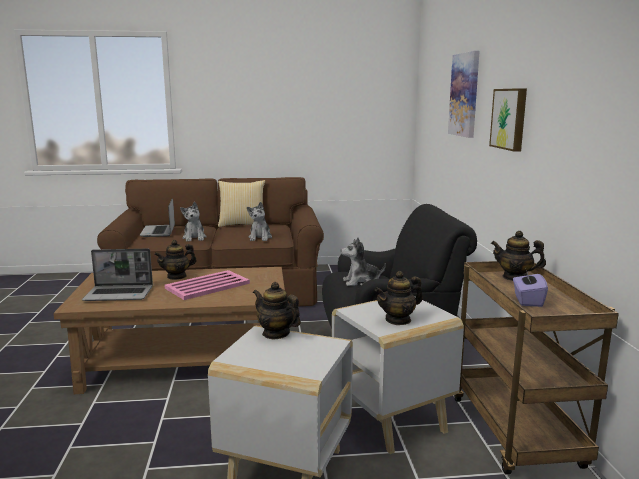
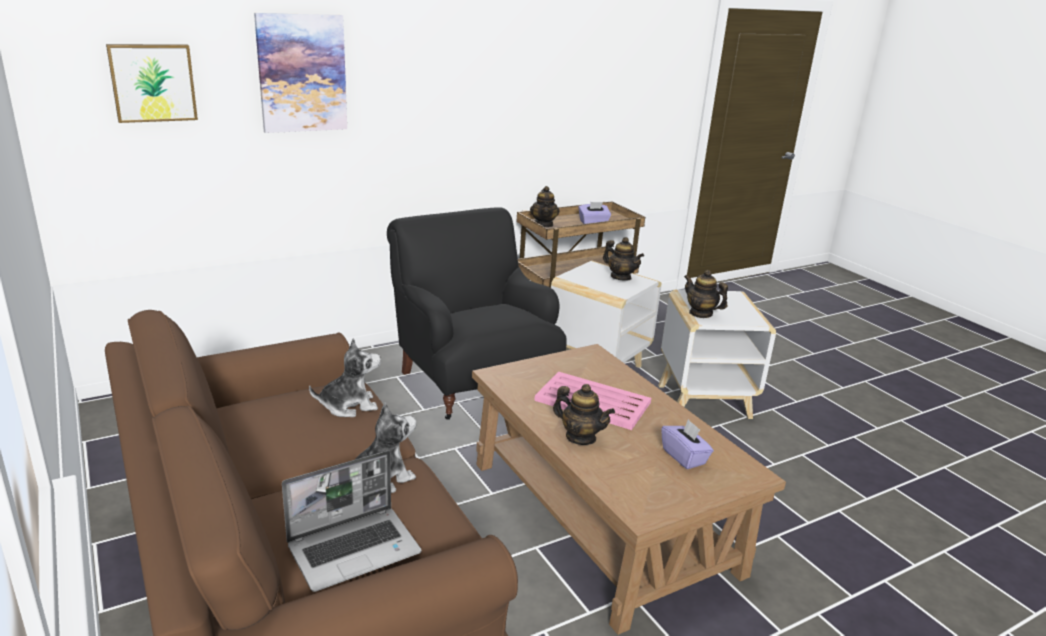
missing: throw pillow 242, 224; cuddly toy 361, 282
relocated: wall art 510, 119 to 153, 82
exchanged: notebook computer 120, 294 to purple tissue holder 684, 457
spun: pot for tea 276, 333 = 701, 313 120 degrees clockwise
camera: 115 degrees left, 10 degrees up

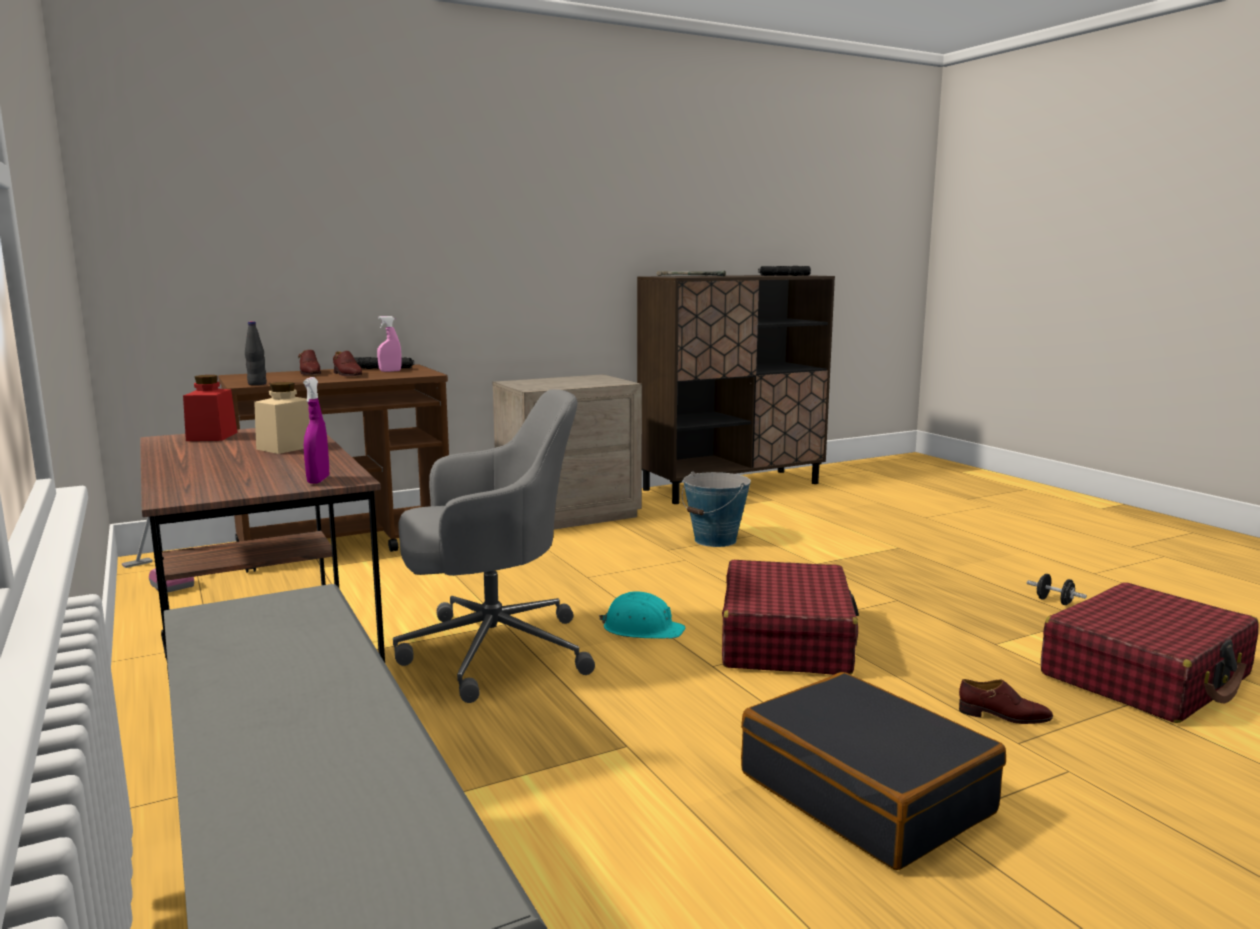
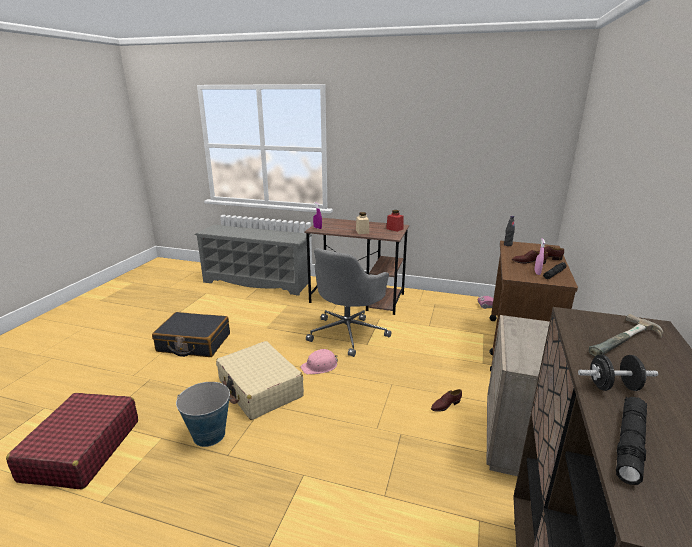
relocated: pail 715, 540 to 209, 435; brownish item of footwear 1004, 716 to 445, 405; blackish free weight 1054, 601 to 613, 387
colour: turquoise hard hat 642, 629 to pinkish hard hat 320, 366; reddish travel case 786, 640 to beige travel case 260, 389
camera: 135 degrees right, 10 degrees up

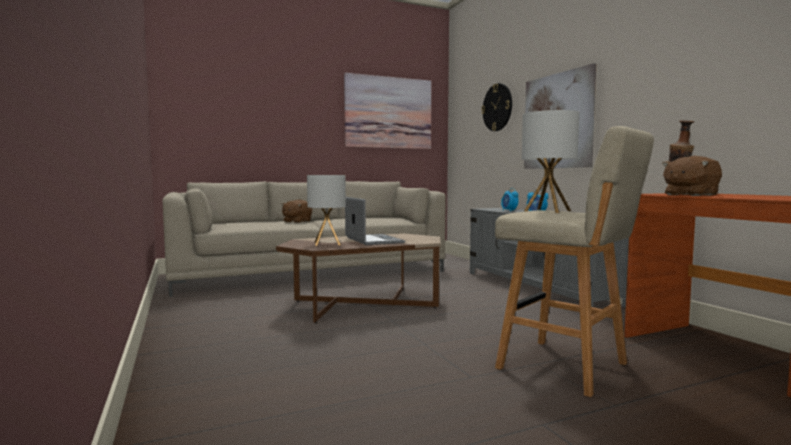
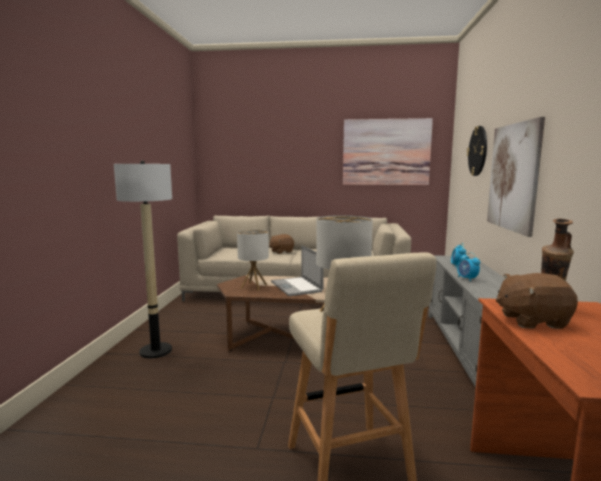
appeared: standing lamp 155, 351
spun: notebook computer 373, 240 = 296, 286 150 degrees clockwise
camera: 30 degrees right, 5 degrees up

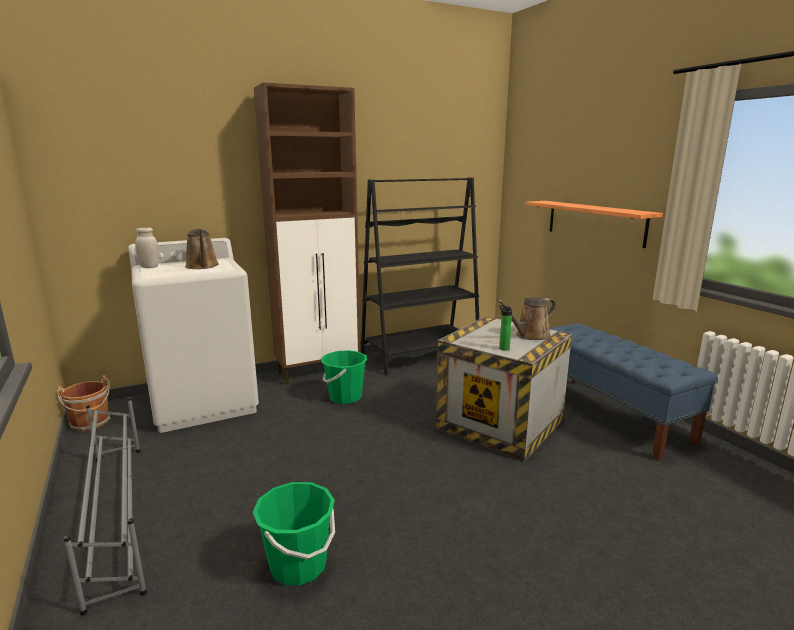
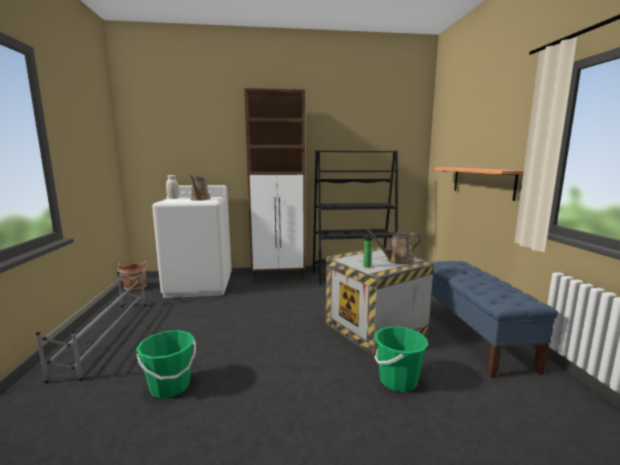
relocated: green-coloured pail 345, 397 to 398, 381
camera: 20 degrees right, 5 degrees down

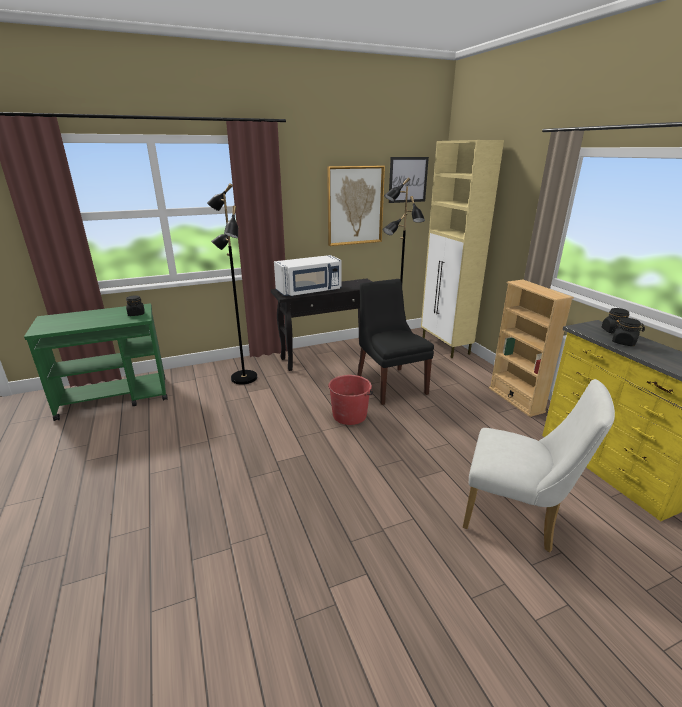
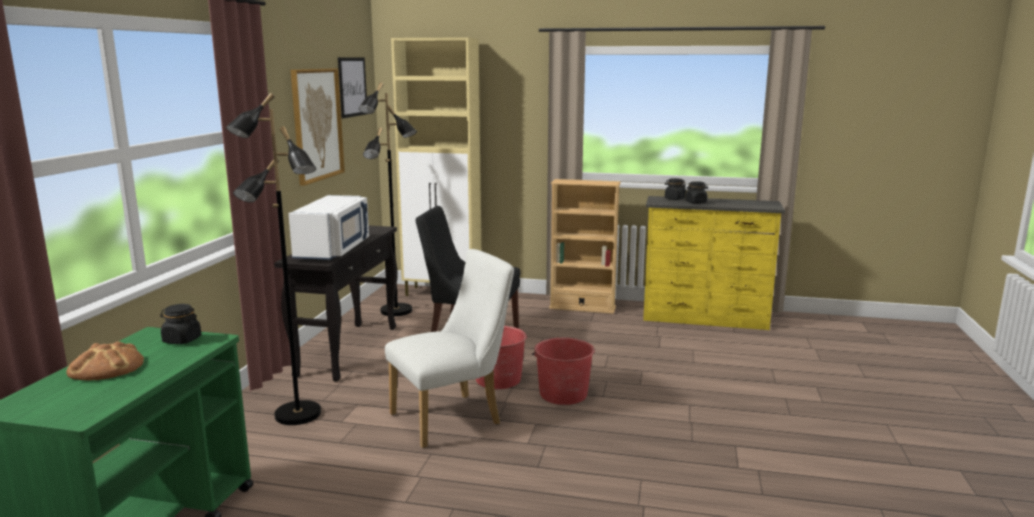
appeared: bakery bread 106, 367; reddish pail 563, 394
relocated: white-coloured upright chair 516, 517 to 453, 418
camera: 55 degrees left, 10 degrees down

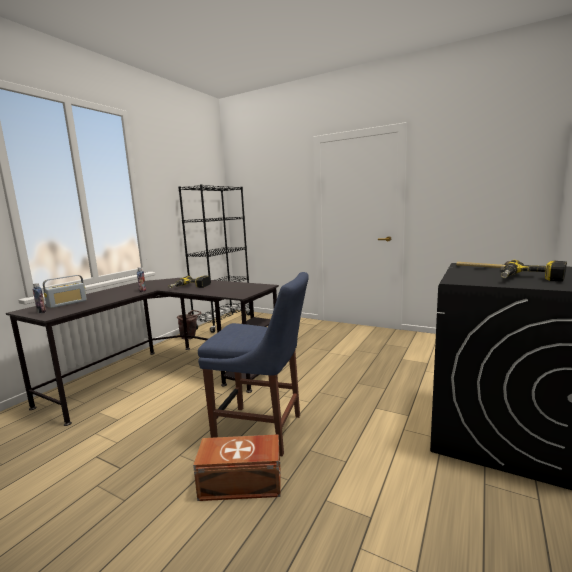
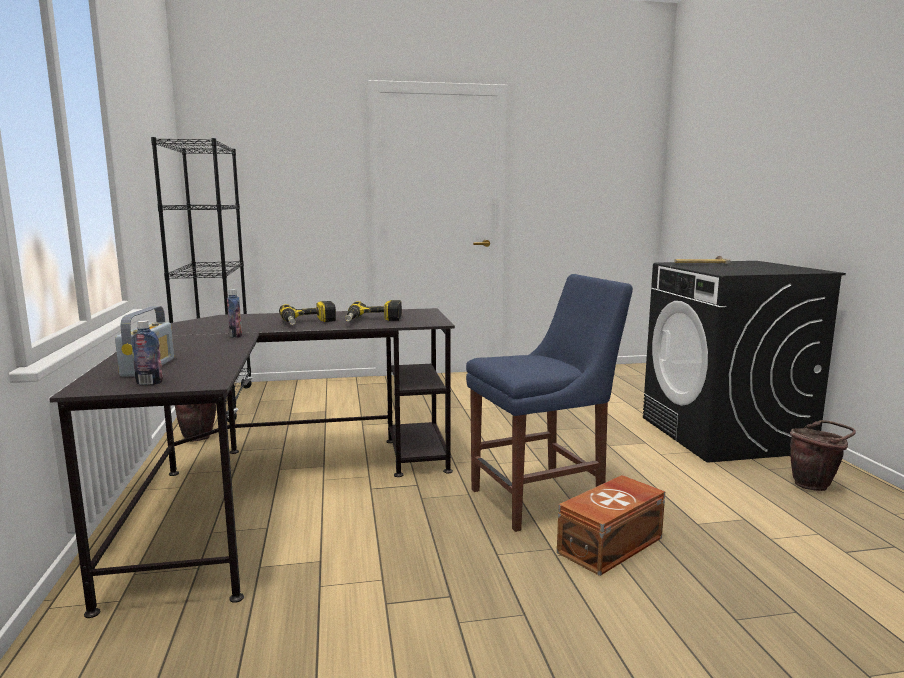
appeared: brownish pail 815, 485
relocated: electric drill 531, 279 to 373, 321
camera: 40 degrees left, 0 degrees up

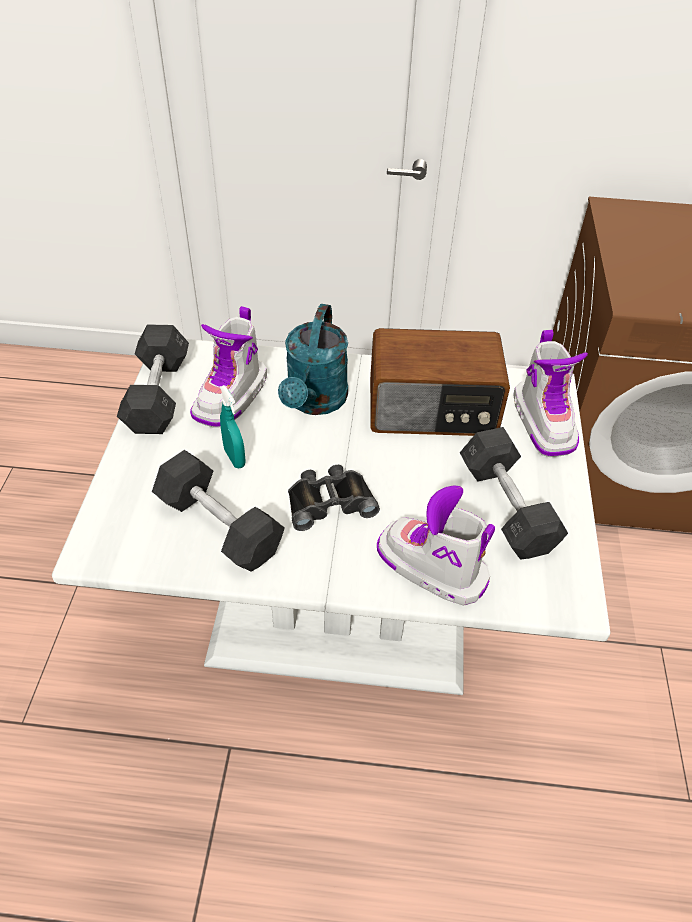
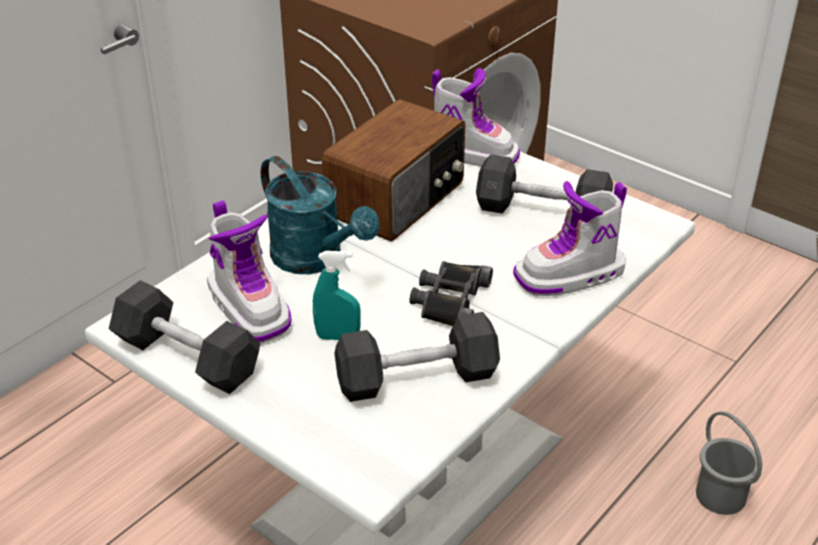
appeared: greyish pail 720, 496
camera: 55 degrees left, 10 degrees down

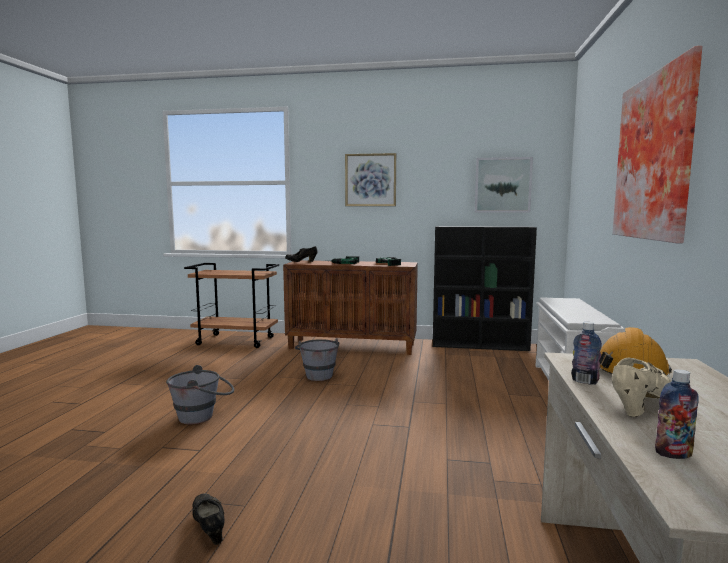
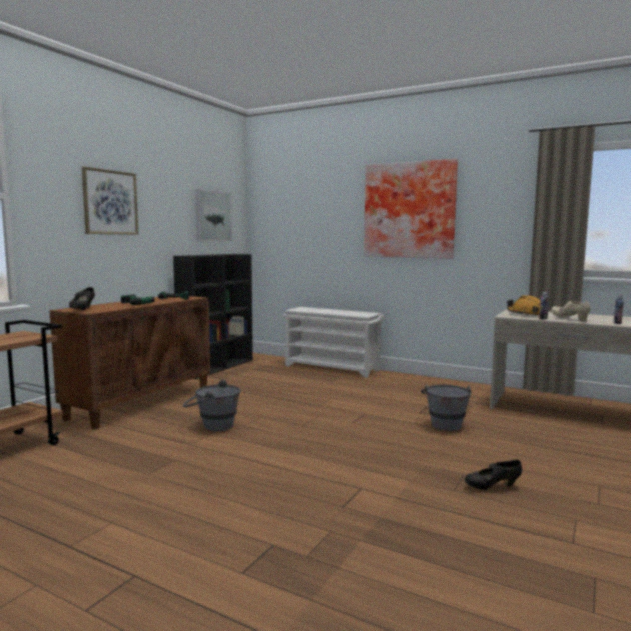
relocated: greyish pail 203, 416 to 445, 423
camera: 70 degrees left, 0 degrees up

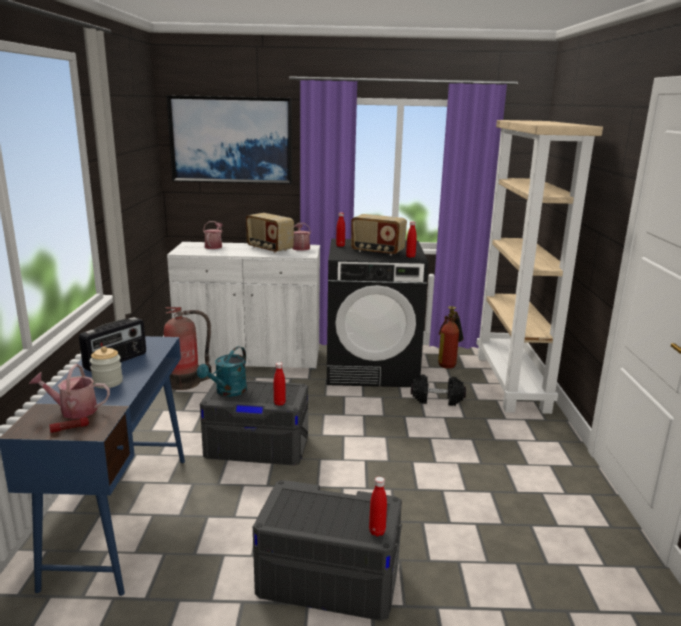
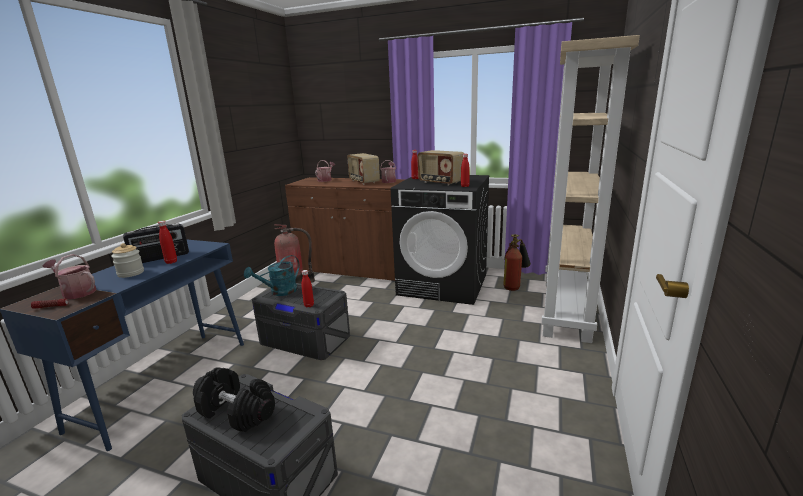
missing: wall art 231, 140
relocated: reddish drink bottle 377, 532 to 171, 262; blackish free weight 437, 399 to 237, 412
colour: white-coloured cabinet 250, 358 to brownish cabinet 353, 269
camera: 20 degrees right, 0 degrees up

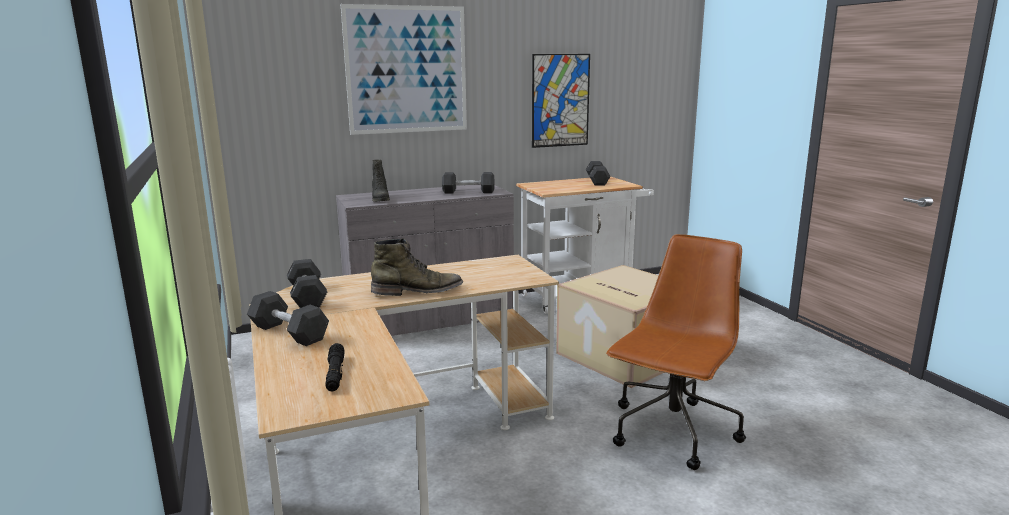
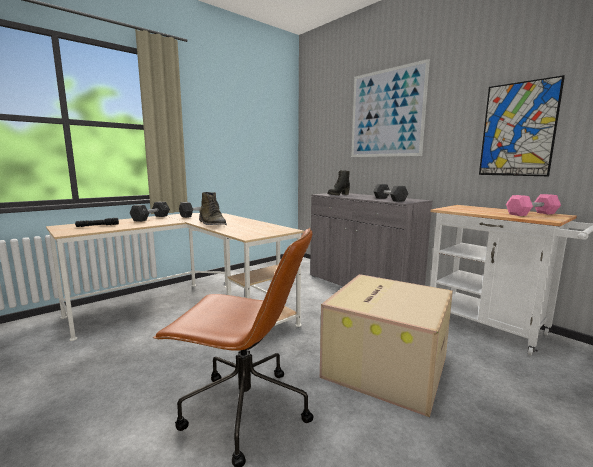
colour: blackish free weight 597, 181 to pinkish free weight 531, 214
camera: 70 degrees right, 5 degrees down

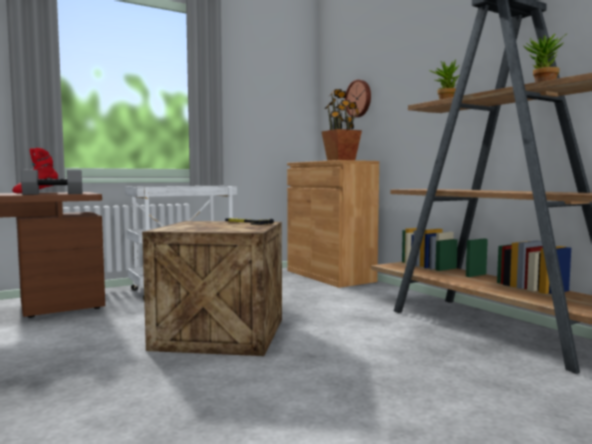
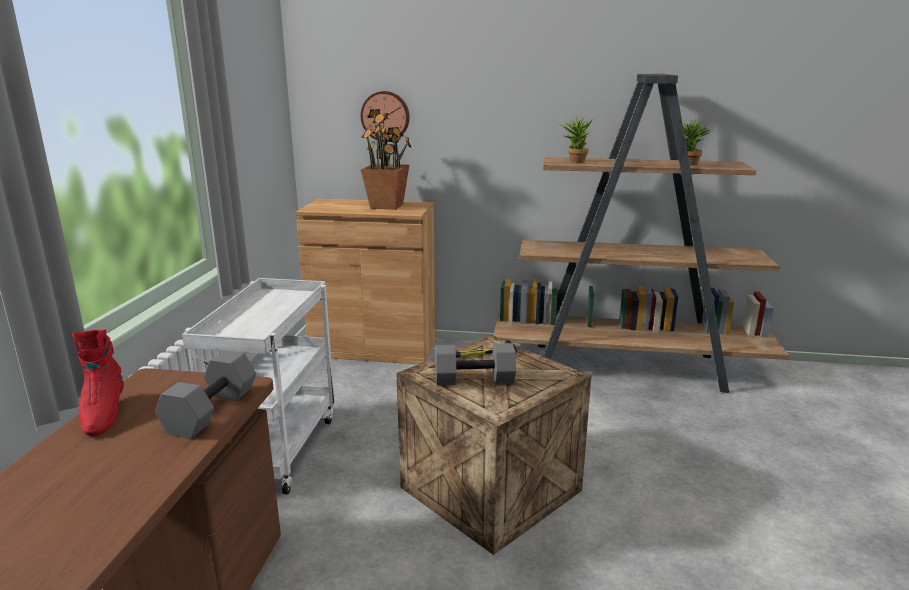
appeared: greyish free weight 475, 379
camera: 50 degrees left, 15 degrees up

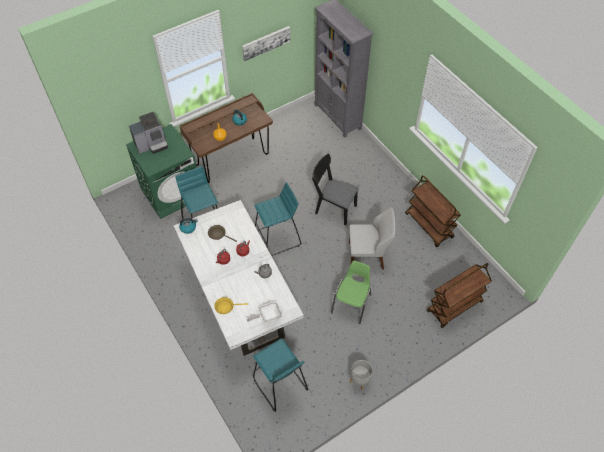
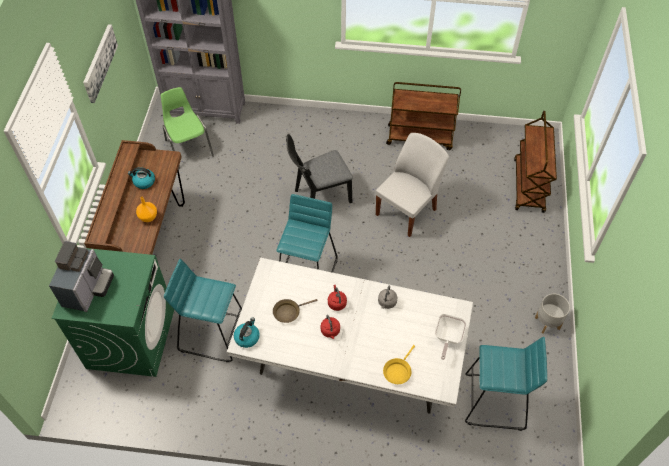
relocated: green-coloured upright chair 352, 303 to 188, 147
camera: 50 degrees left, 0 degrees up

